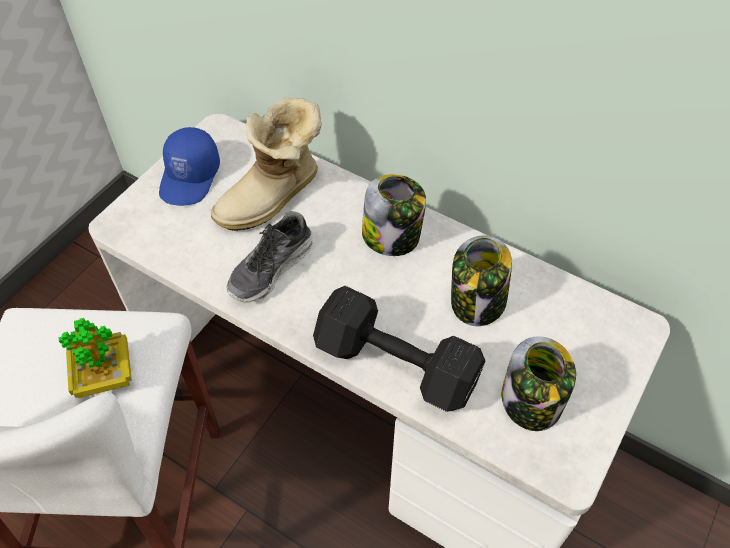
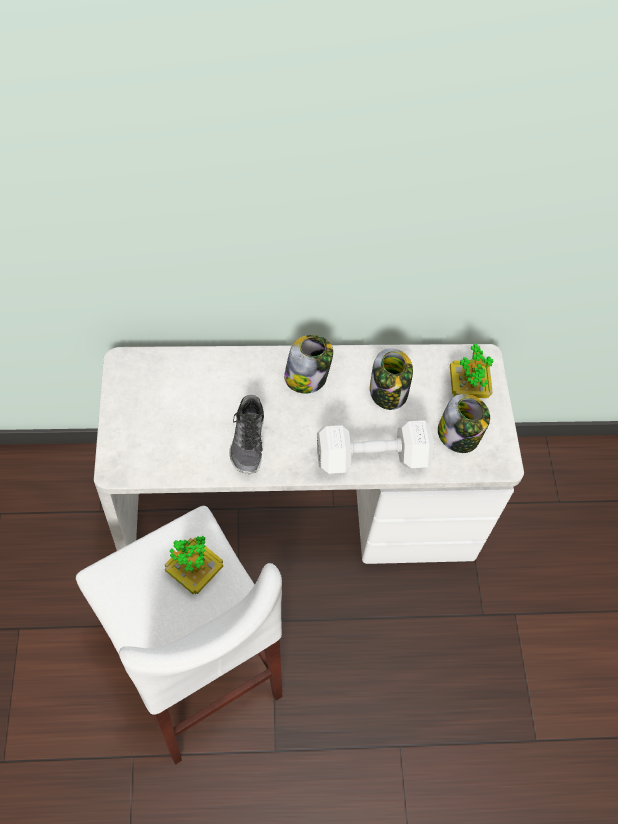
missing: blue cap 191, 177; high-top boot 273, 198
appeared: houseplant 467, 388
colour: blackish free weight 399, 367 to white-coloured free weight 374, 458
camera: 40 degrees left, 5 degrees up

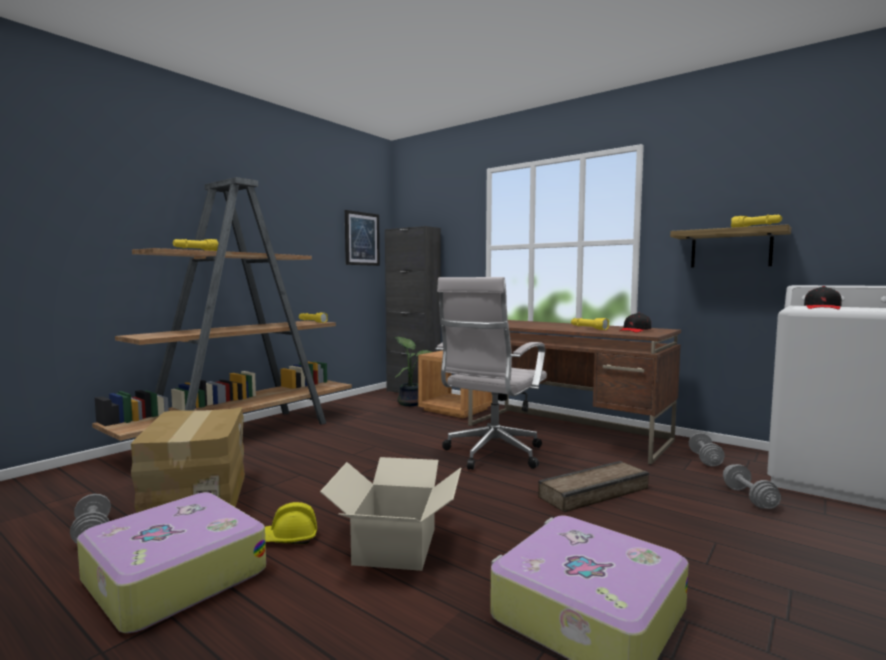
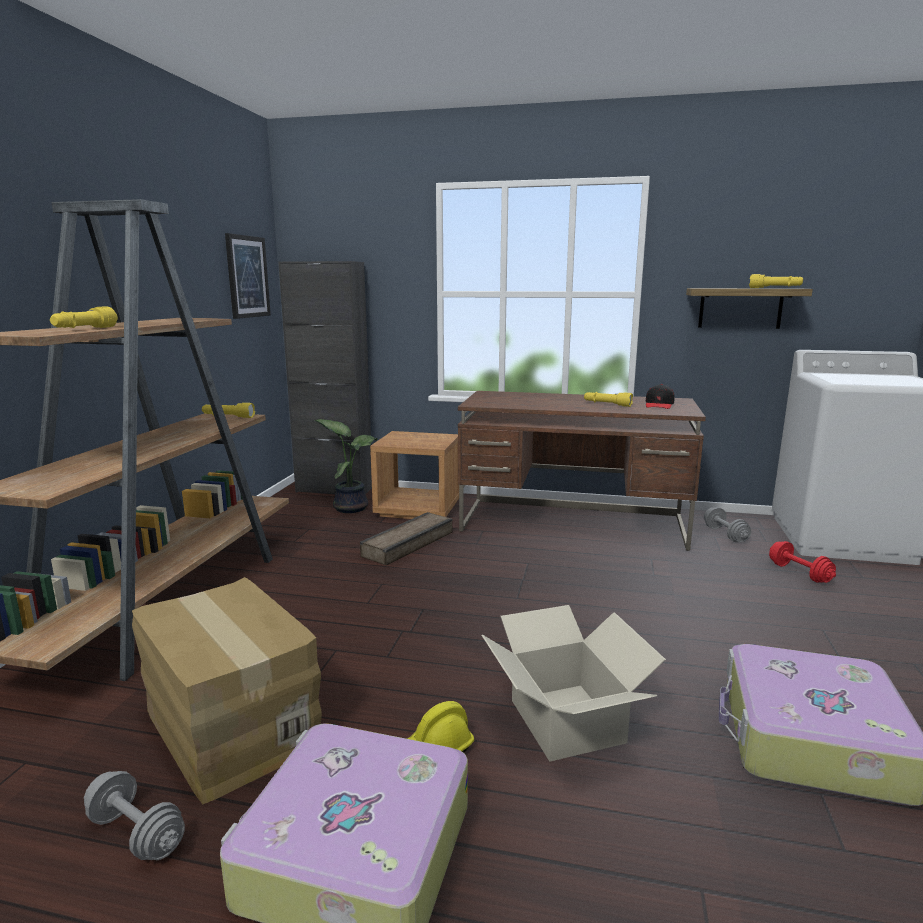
missing: white-coloured office chair 491, 455; blackish cap 822, 308
relocated: packing crate 595, 493 to 409, 544
colour: greyish free weight 749, 498 to reddish free weight 799, 573
camera: 25 degrees left, 10 degrees up

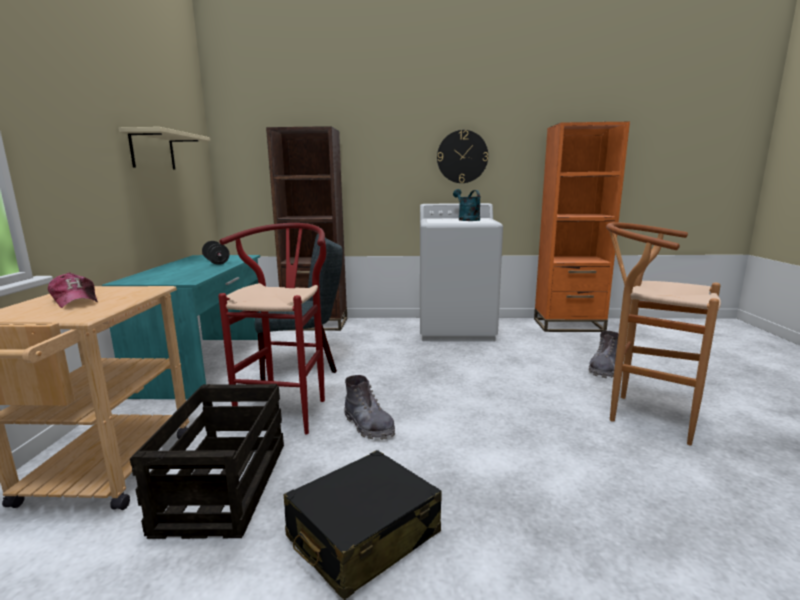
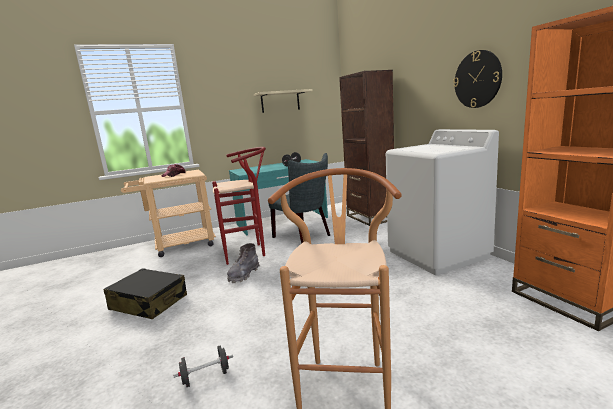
missing: packing crate 224, 485; turquoise watering pot 466, 219; greyish high-top boot 603, 369
appeared: blackish free weight 206, 377
camera: 65 degrees right, 0 degrees up

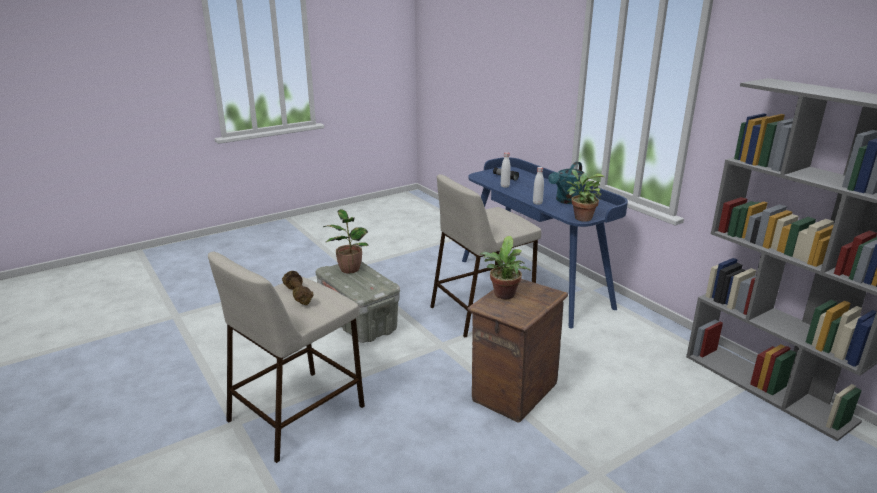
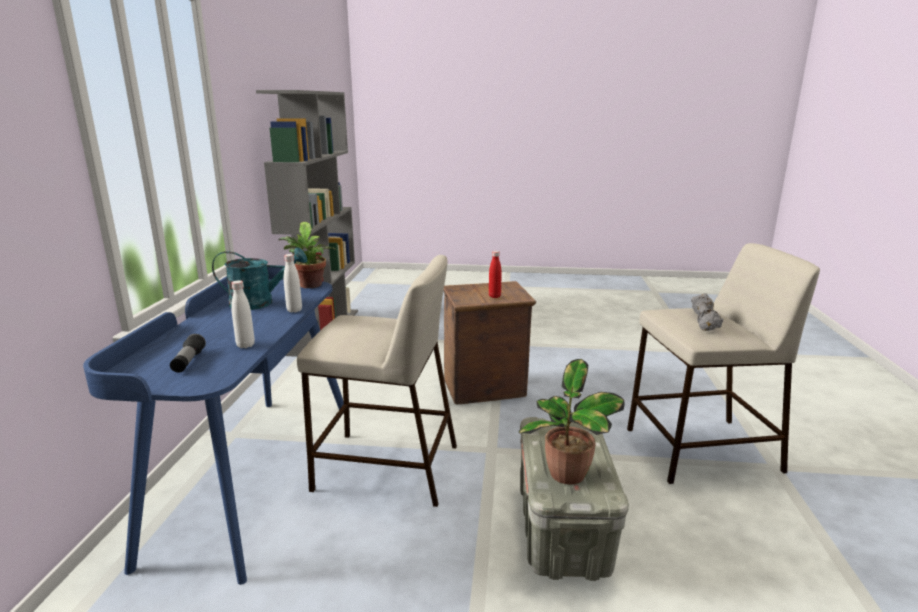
exchanged: houseplant 503, 296 to reddish drink bottle 494, 296
colour: brownish free weight 298, 295 to greyish free weight 704, 322
camera: 140 degrees left, 5 degrees down

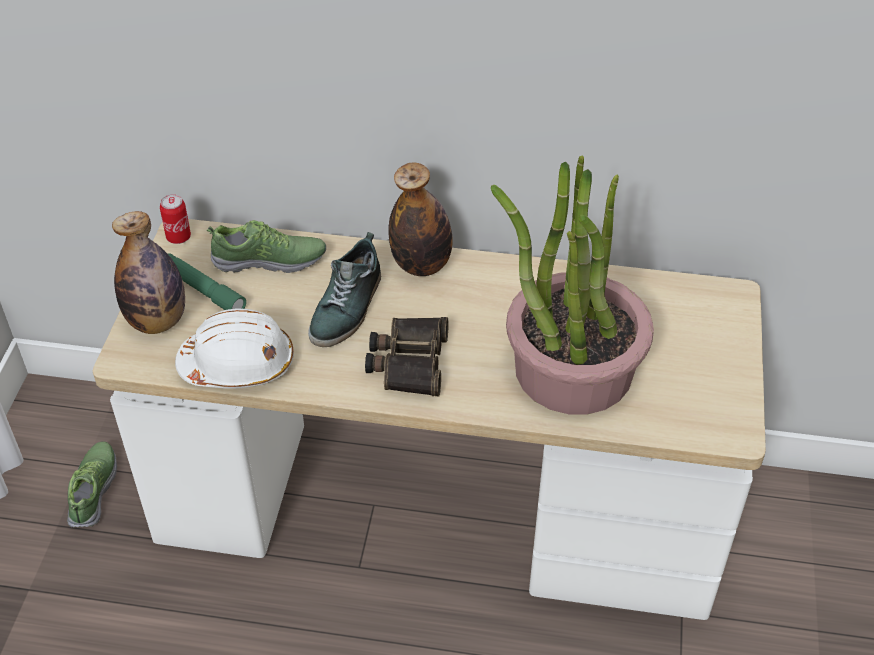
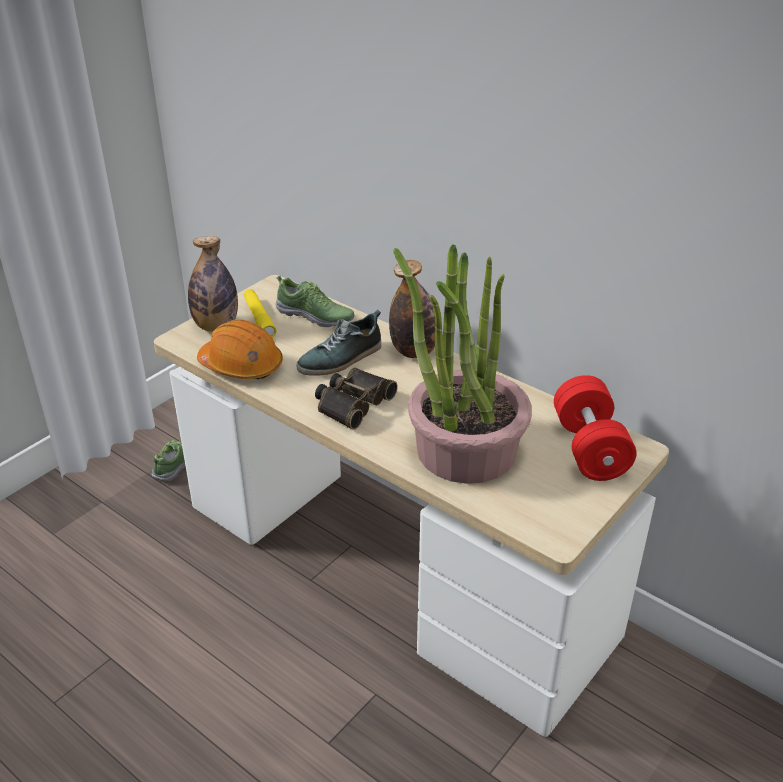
missing: metal can 178, 237
appeared: reddish free weight 589, 448
colour: green-coloured flashlight 203, 290 to yellowish flashlight 259, 319; white-coloured hard hat 238, 364 to orange-coloured hard hat 241, 365
camera: 30 degrees right, 10 degrees down

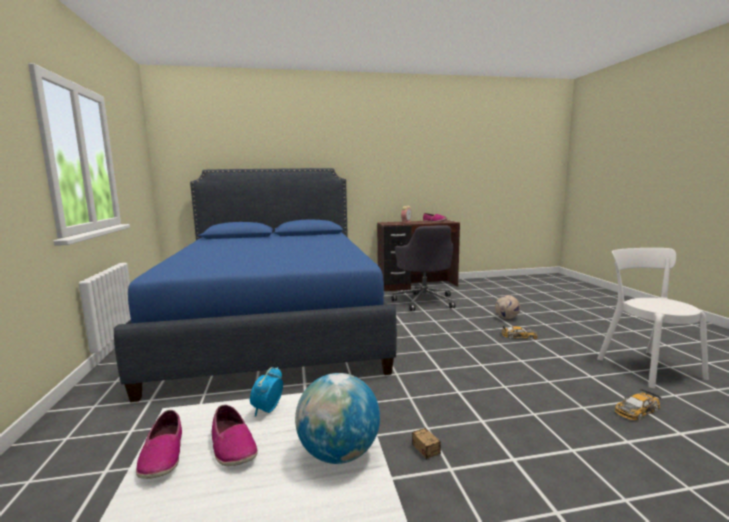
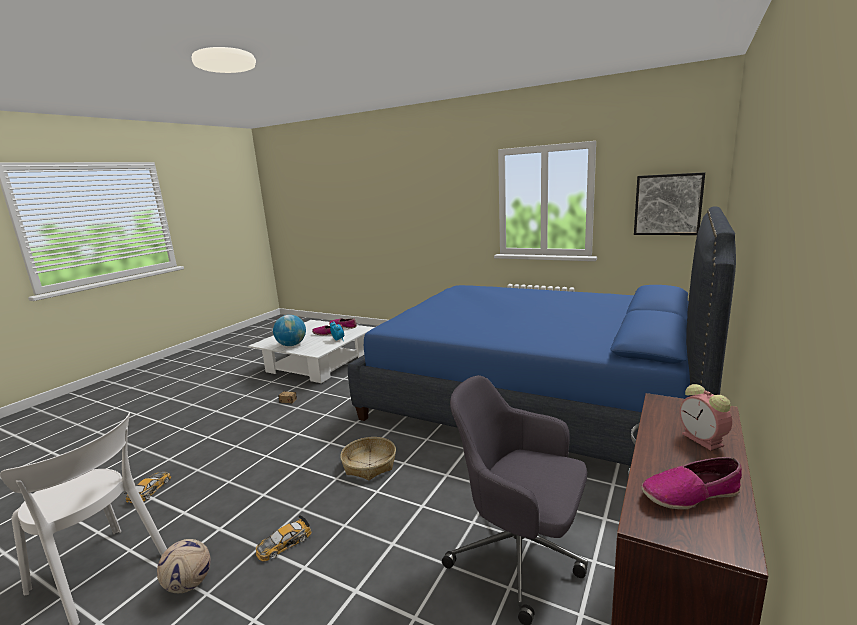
appeared: household basket 369, 465; wall art 668, 204
relocated: football ball 507, 318 to 189, 584
camera: 130 degrees right, 5 degrees up

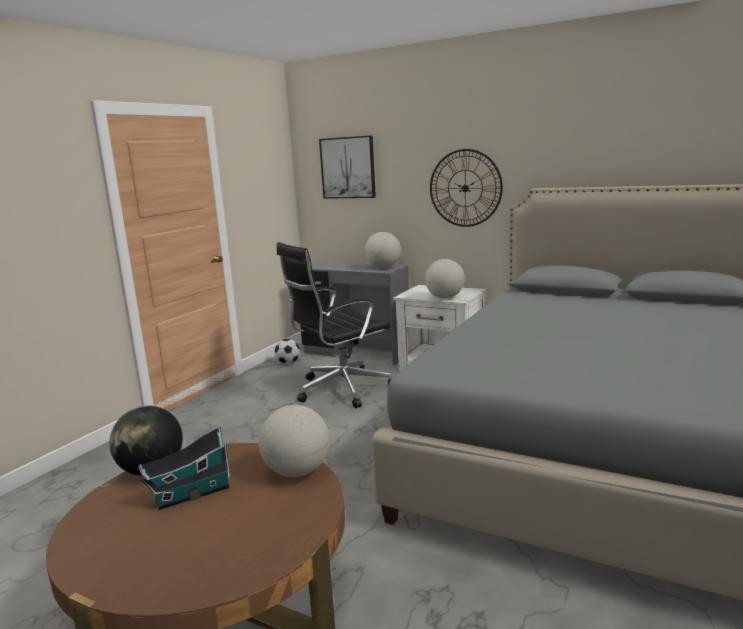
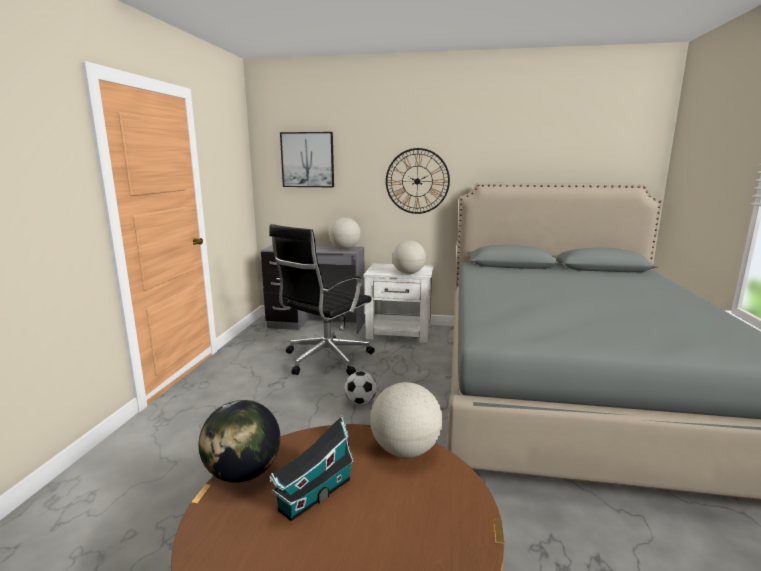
relocated: football ball 288, 363 to 360, 402
camera: 20 degrees left, 0 degrees up

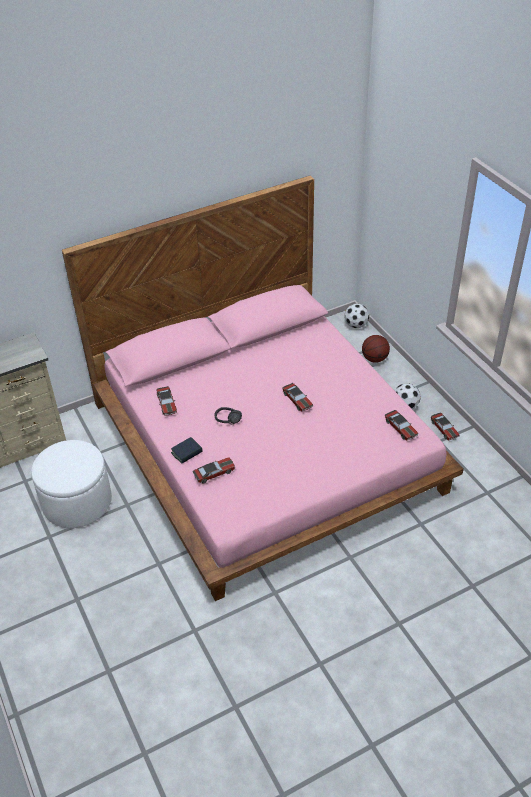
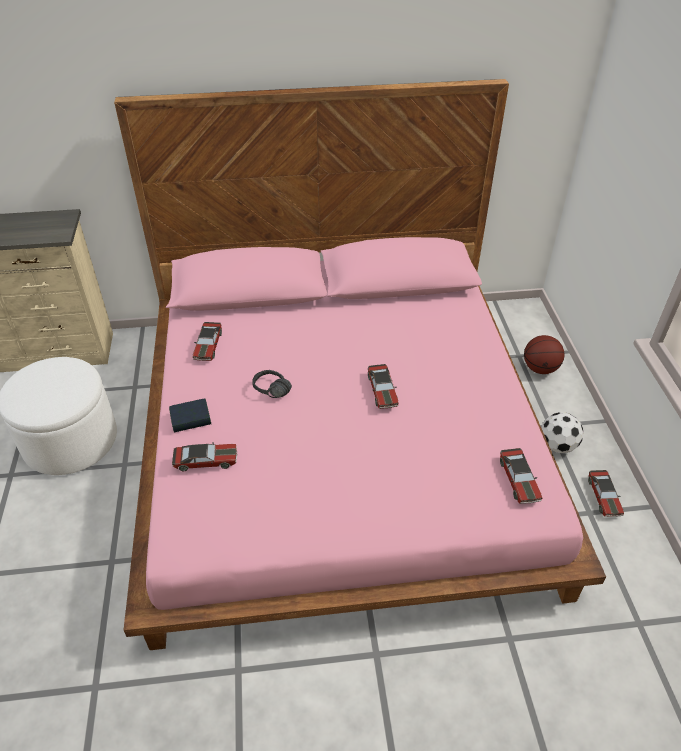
missing: football ball 356, 325
camera: 20 degrees right, 0 degrees up

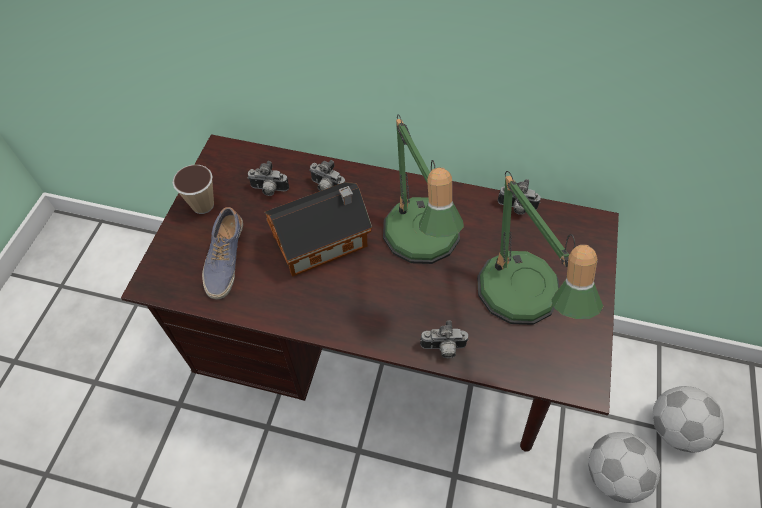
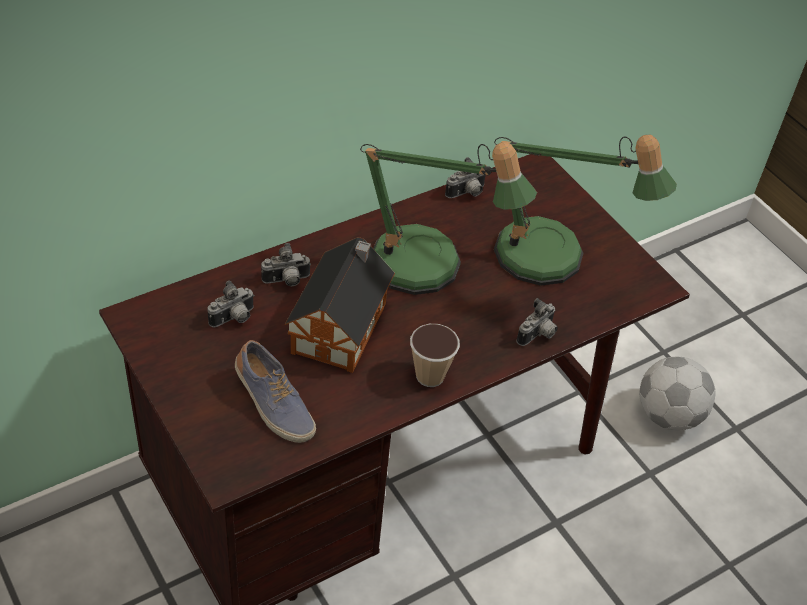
missing: football ball 675, 428
relocated: cup 203, 205 to 430, 376
camera: 50 degrees left, 10 degrees down

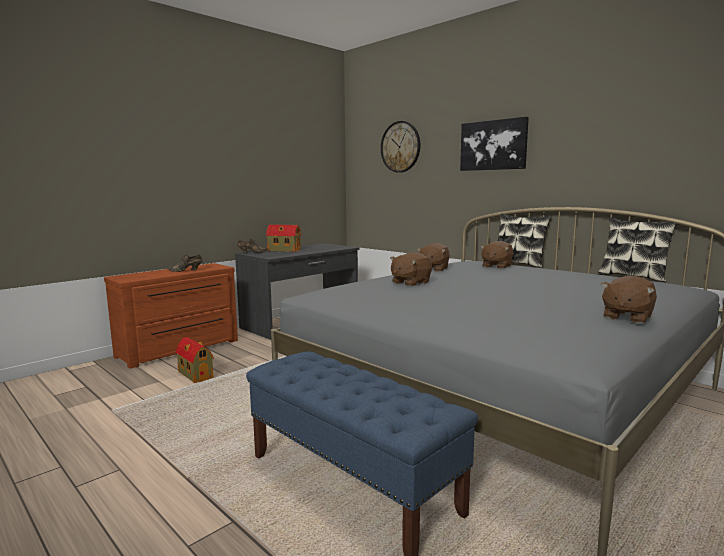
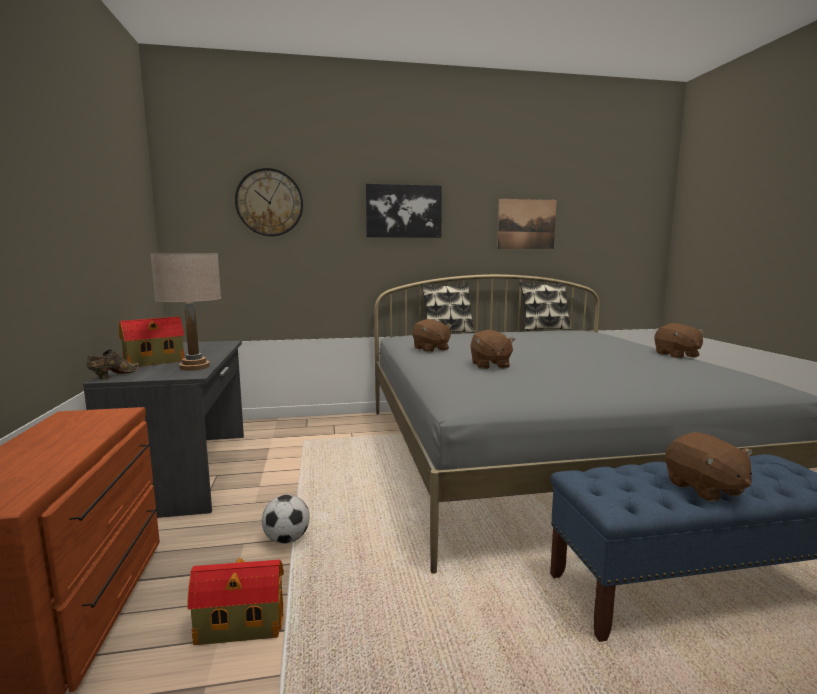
missing: brownish item of footwear 187, 270
appeared: beige table lamp 194, 367; football ball 287, 539; wall art 526, 224
relocated: brownish cuddly toy 496, 266 to 704, 488
camera: 55 degrees left, 0 degrees up

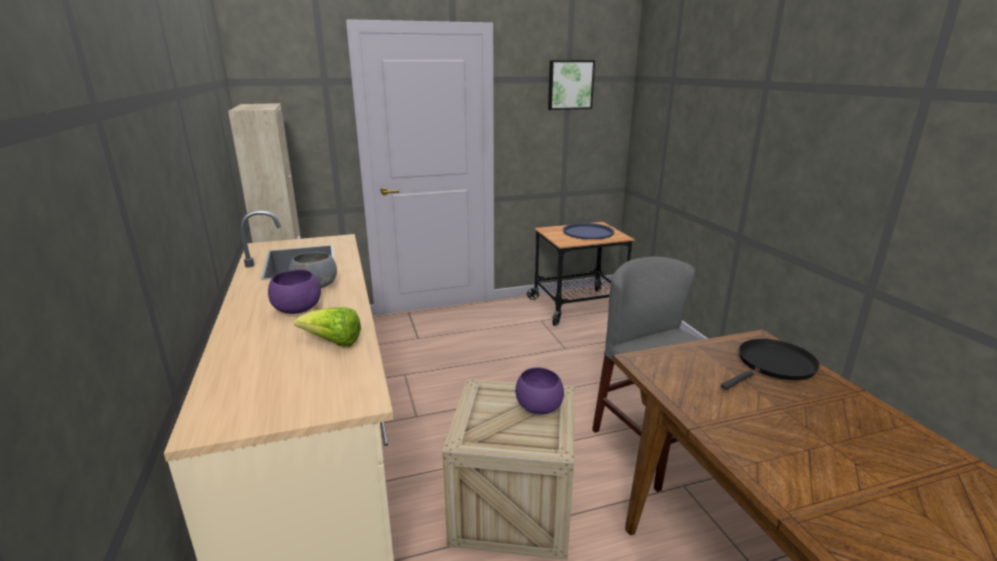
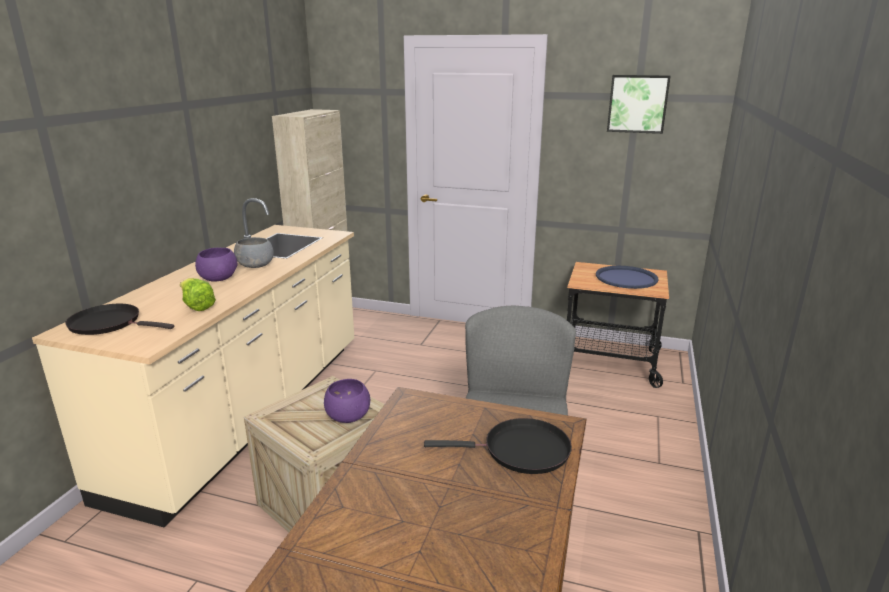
appeared: blackish skillet 109, 324
camera: 35 degrees right, 0 degrees up

